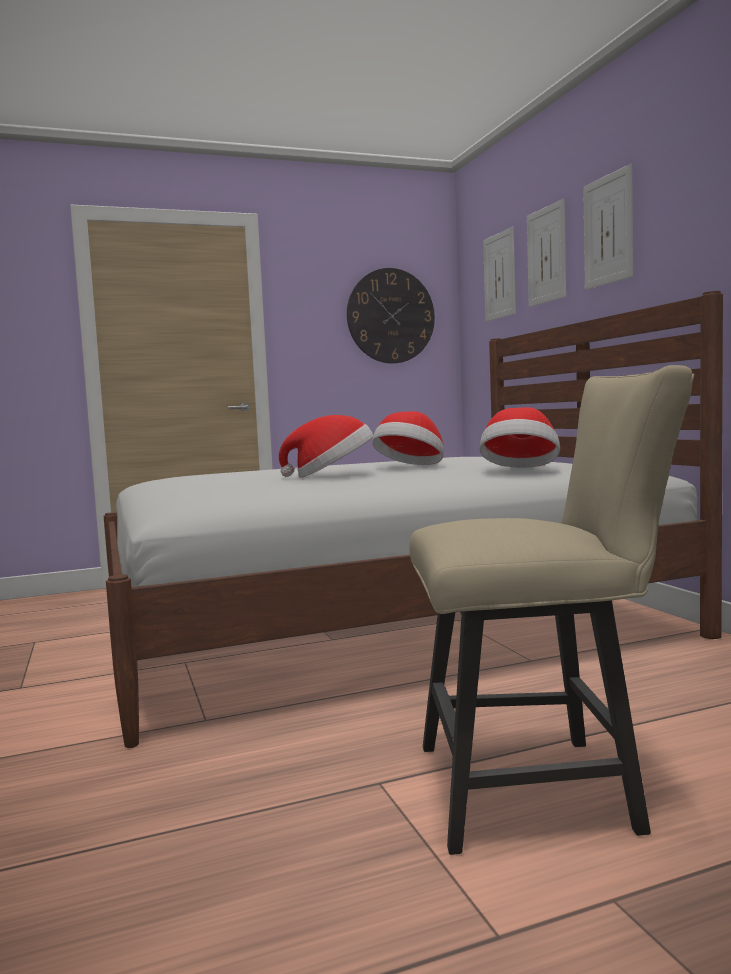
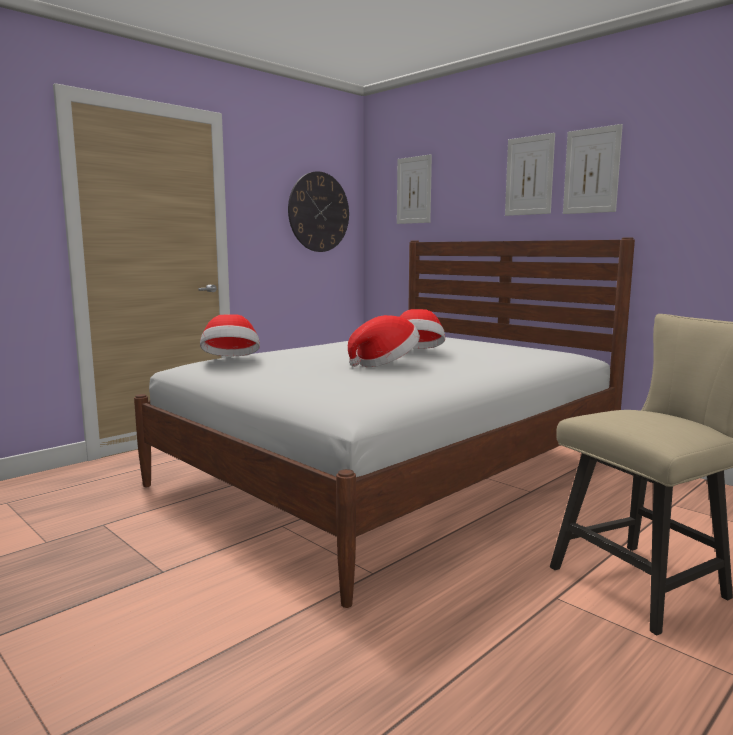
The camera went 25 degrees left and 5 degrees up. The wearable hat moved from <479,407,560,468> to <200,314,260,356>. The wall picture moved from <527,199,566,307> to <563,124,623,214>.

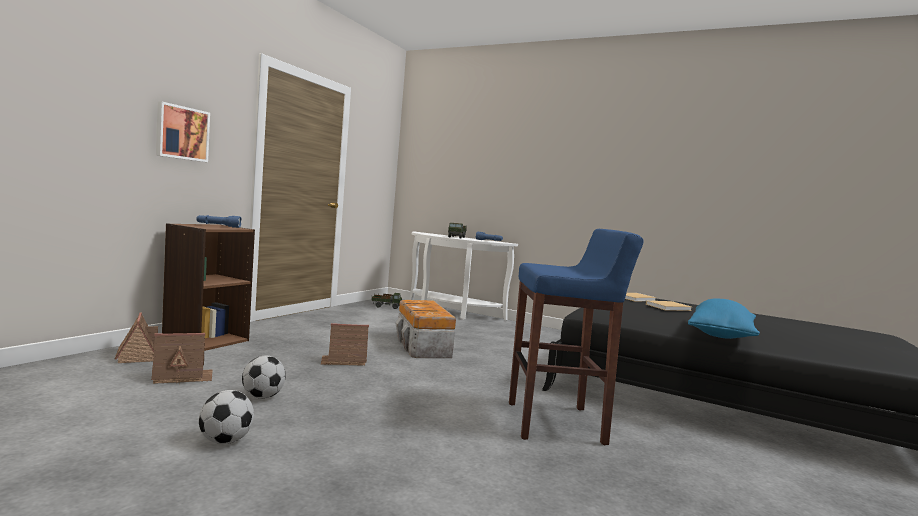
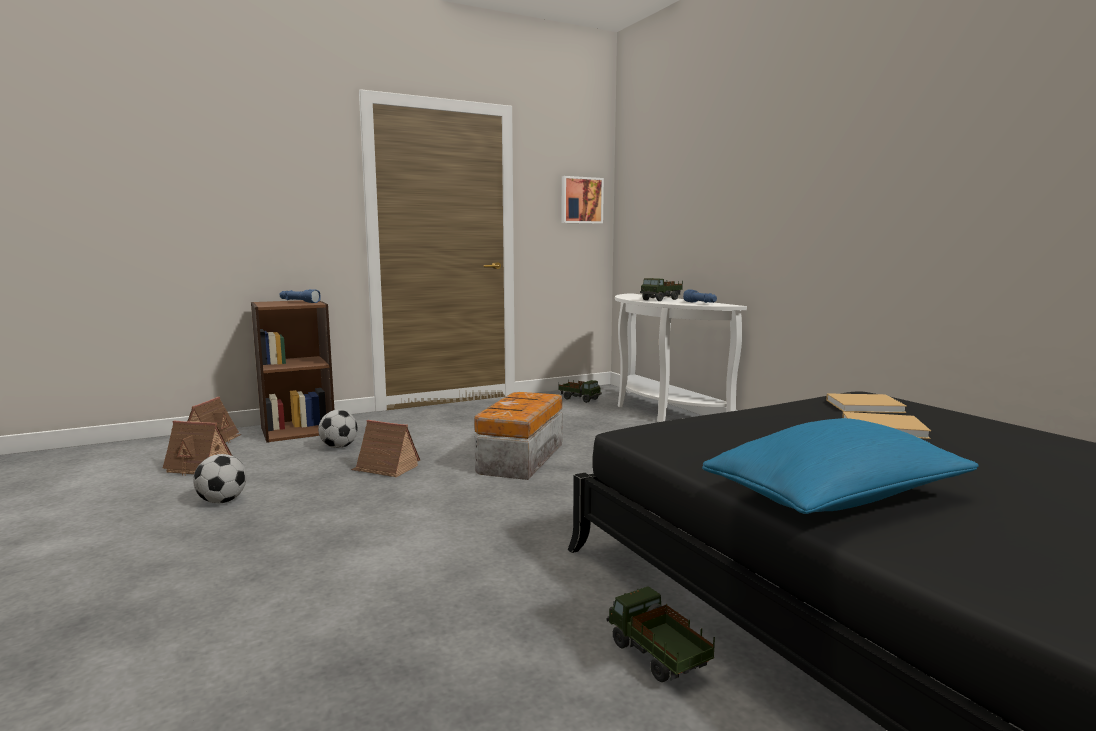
The camera went 35 degrees right and 5 degrees up. The ball for football moved from <199,390,254,444> to <318,410,357,448>. The wall picture moved from <156,101,210,162> to <562,176,604,224>. The toy truck at <607,586,715,682> appeared. The blue-coloured stool at <509,229,644,445> disappeared.

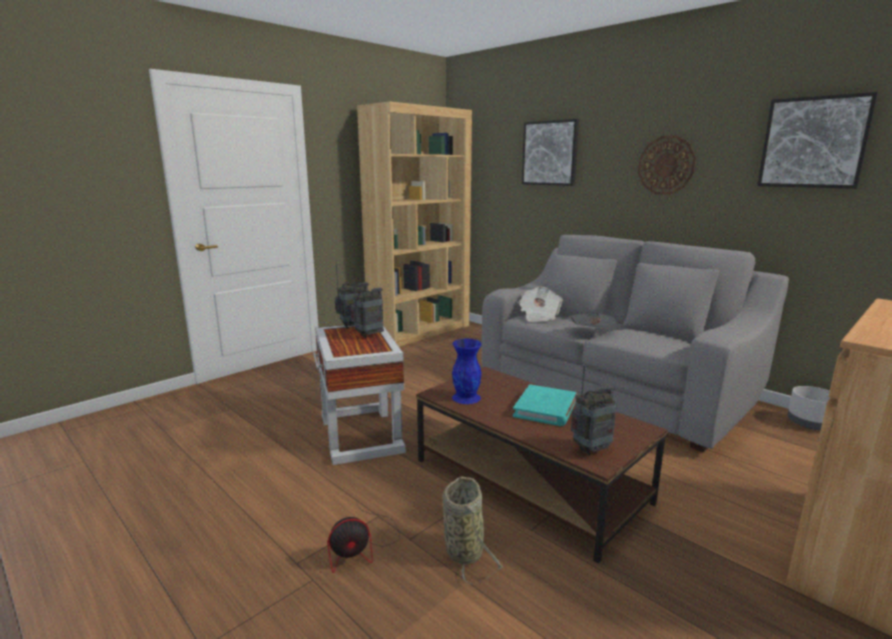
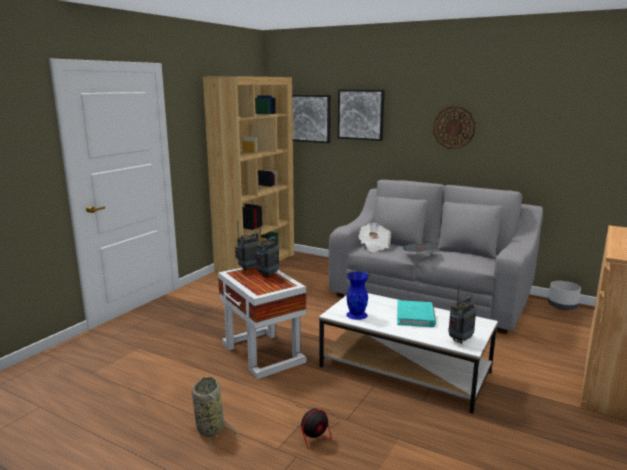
The camera went 15 degrees left and 0 degrees up. The storage basket moved from <442,477,503,585> to <192,376,238,448>. The wall picture moved from <757,92,878,189> to <292,95,331,143>. The brown coffee table at <416,367,667,563> became the white coffee table at <319,293,498,414>.

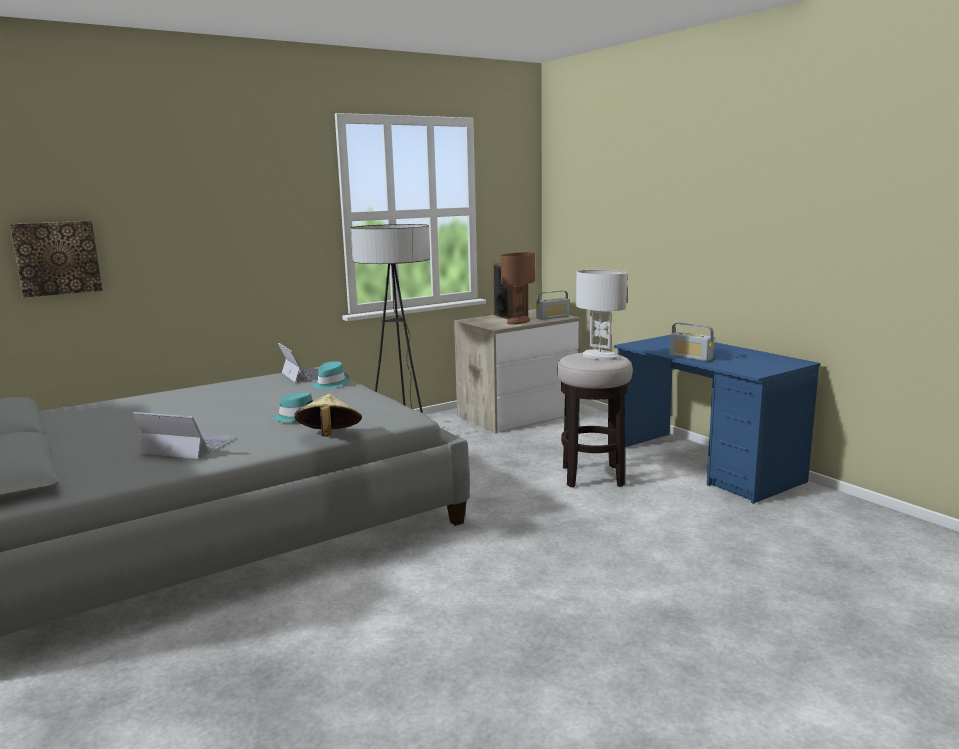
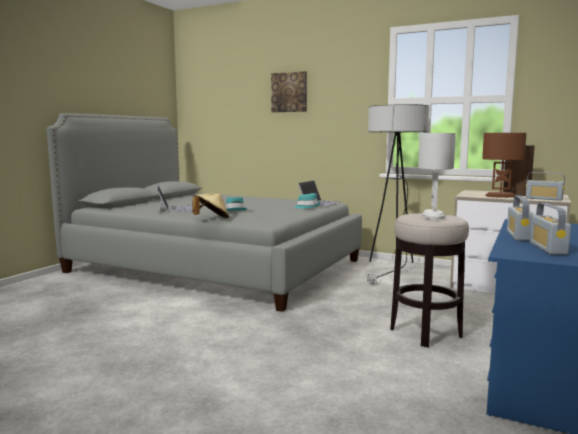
The camera went 60 degrees right and 5 degrees down. The wall picture moved from <10,221,102,298> to <271,71,307,112>. The radio set at <529,203,571,255> appeared.

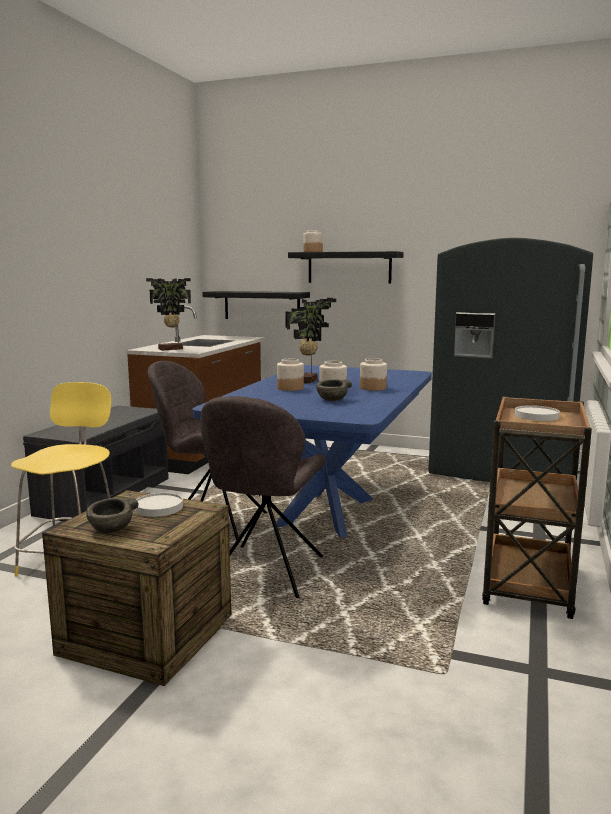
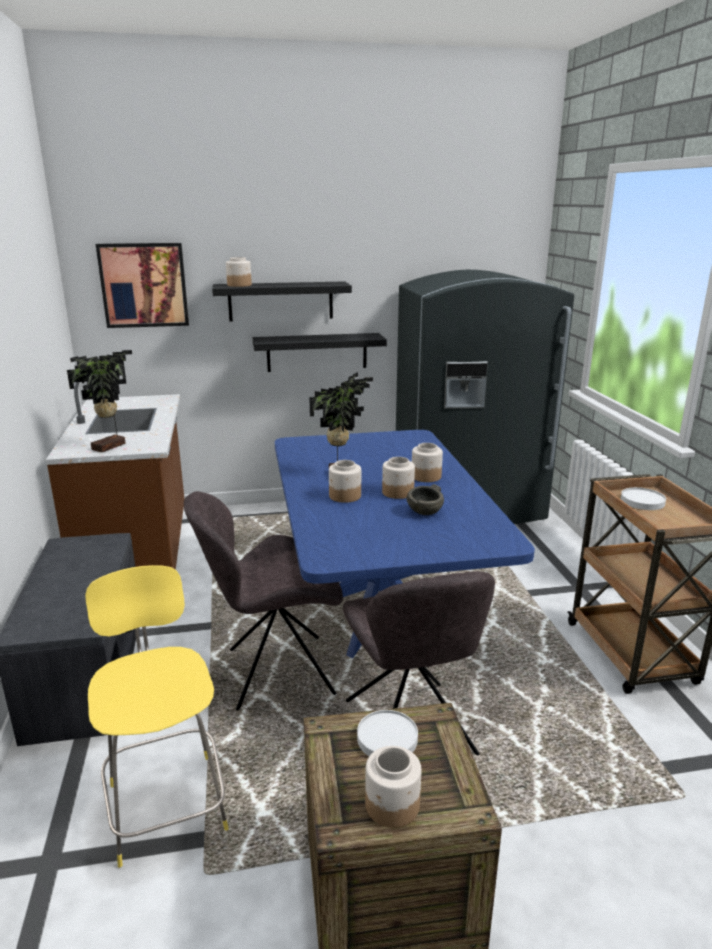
The camera went 30 degrees left and 10 degrees up. The wall picture at <96,243,189,328> appeared. The black-coloured wall shelf moved from <202,291,310,319> to <253,333,387,372>. The greyish bowl at <86,497,139,533> was replaced by the jar at <365,746,421,828>.

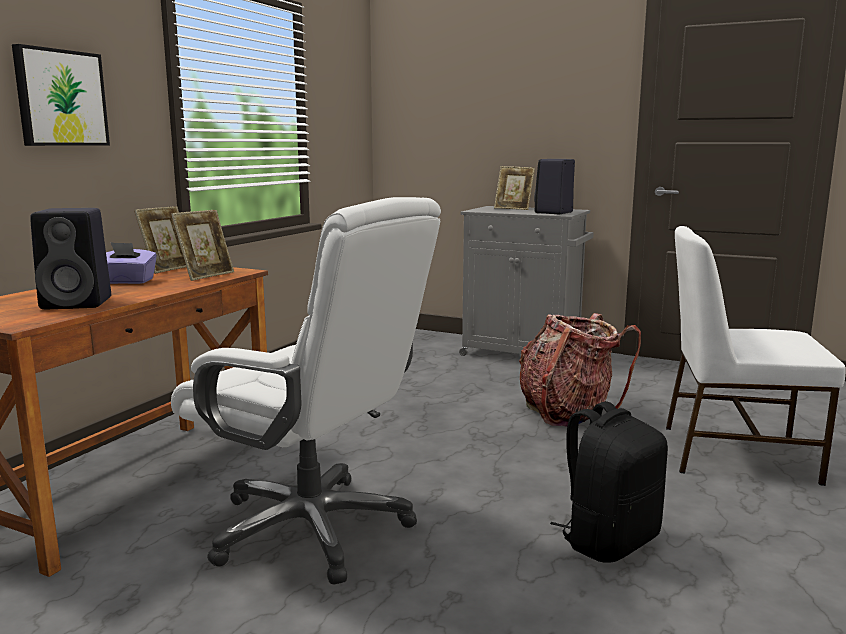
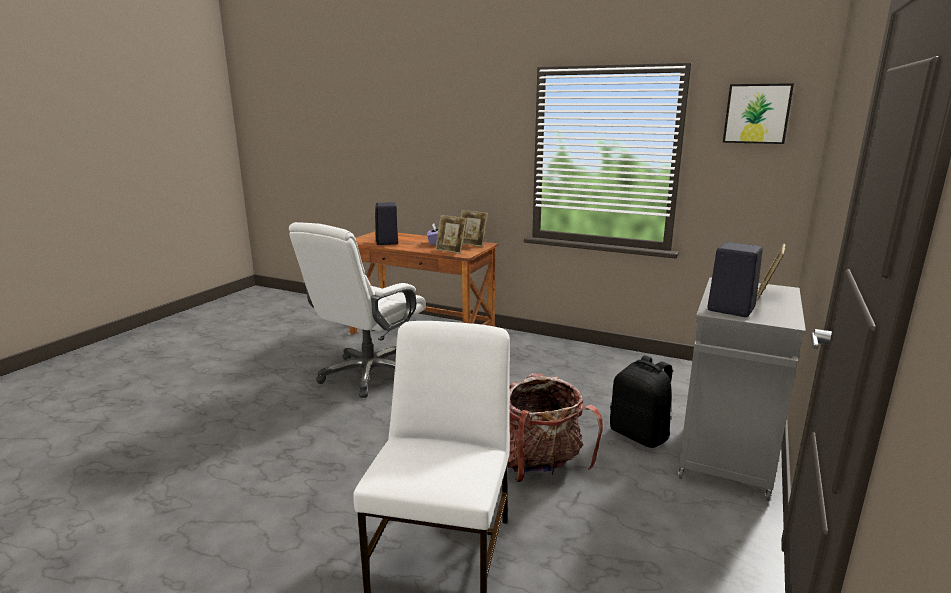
The camera went 90 degrees right and 5 degrees up. The black-coloured rucksack moved from <550,401,668,563> to <610,355,673,448>. The wall picture moved from <12,44,110,146> to <723,83,794,144>.

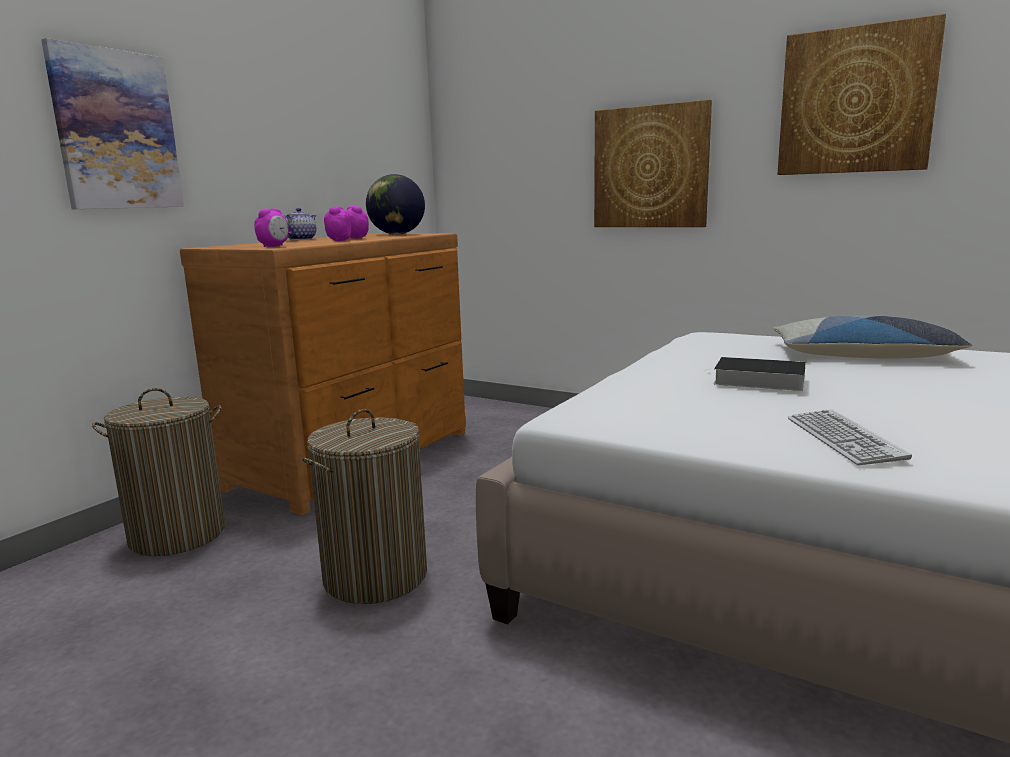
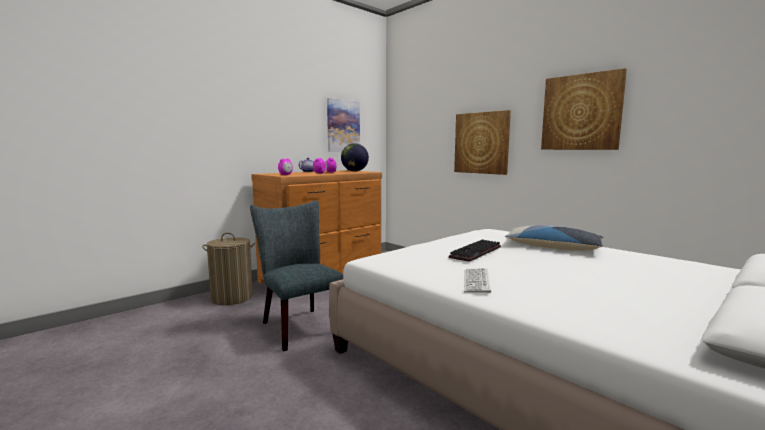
The camera went 15 degrees right and 5 degrees down. The laundry basket at <302,409,427,604> was replaced by the greyish upright chair at <250,200,343,351>. The wall picture moved from <41,38,184,209> to <327,98,360,152>. The volume at <704,357,806,391> was replaced by the PC keyboard at <449,239,501,262>.

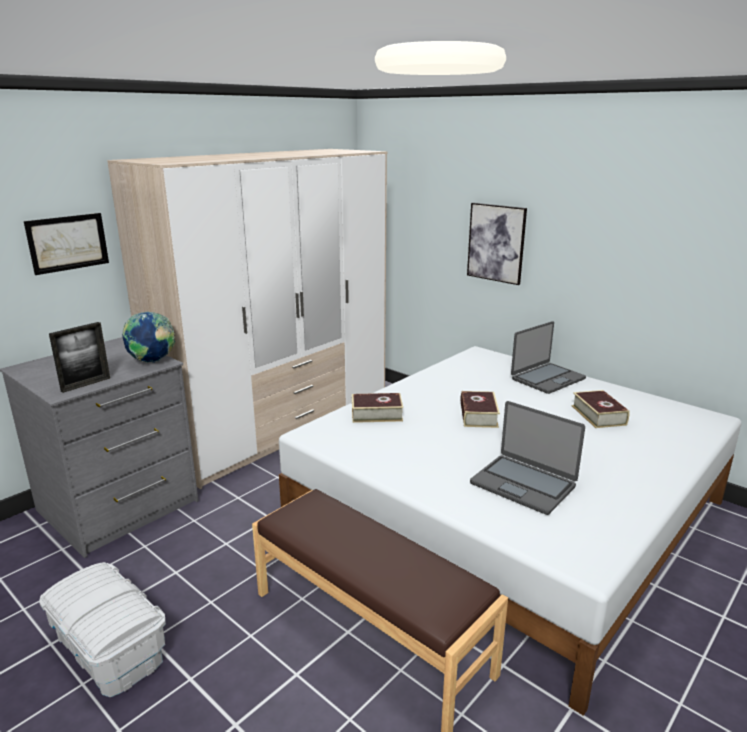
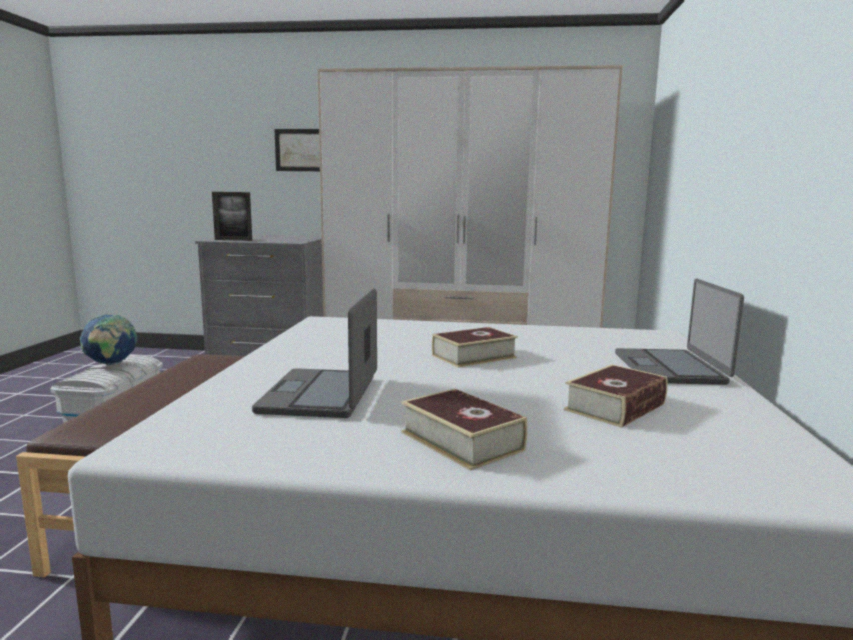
The camera went 55 degrees right and 10 degrees down. The world globe moved from <122,312,175,363> to <80,314,138,365>. The volume moved from <352,393,403,423> to <401,388,528,471>. The portable computer at <511,321,586,394> turned 75 degrees clockwise. The wall picture at <467,203,527,285> disappeared.

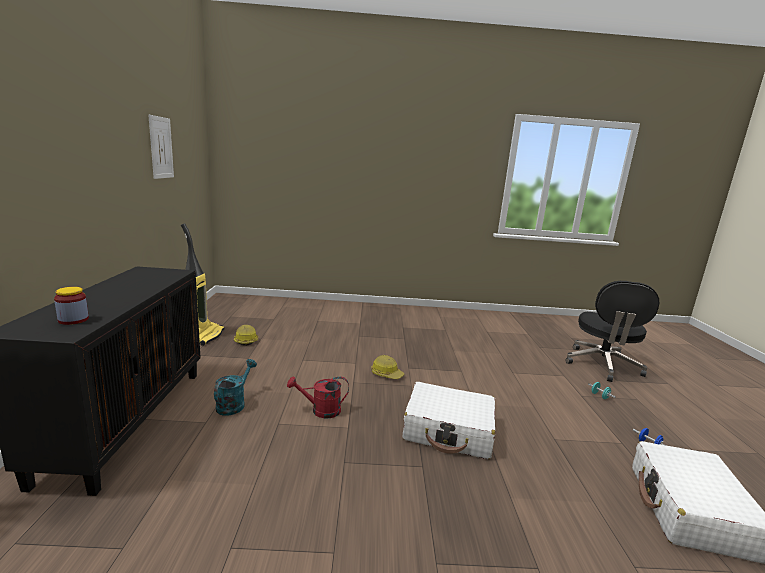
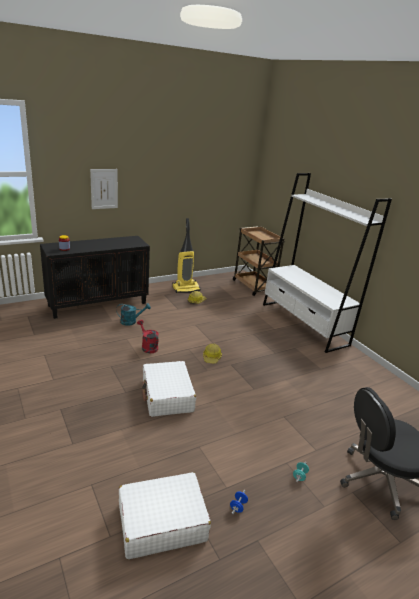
The camera went 60 degrees right and 10 degrees up. The wall picture moved from <148,115,174,179> to <90,169,118,209>. The brown cart at <232,226,285,296> appeared. The white shelving unit at <263,173,392,353> appeared.

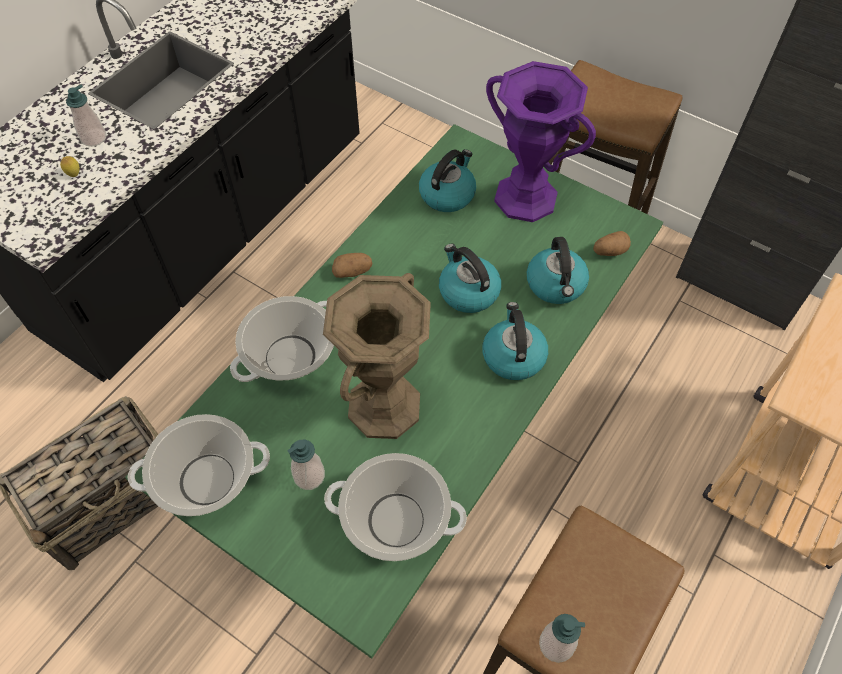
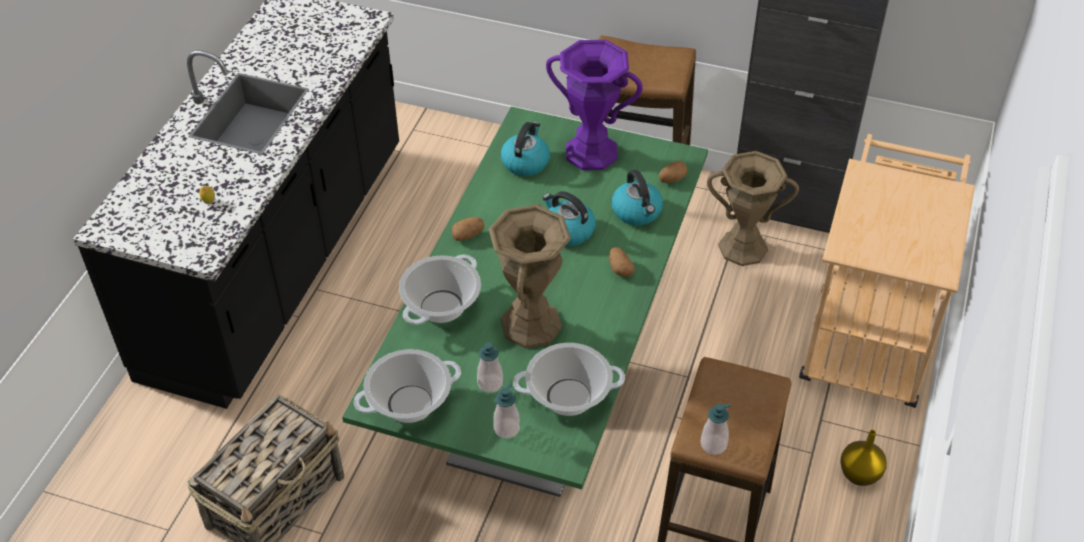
The camera went 15 degrees left and 10 degrees down. The soap dispenser moved from <66,85,106,147> to <493,383,520,438>. The kettle at <482,302,548,380> was replaced by the whole potato at <609,247,635,277>. The brown decorative vase at <707,151,799,266> appeared. The yellow-coloured decorative vase at <840,430,887,486> appeared.

